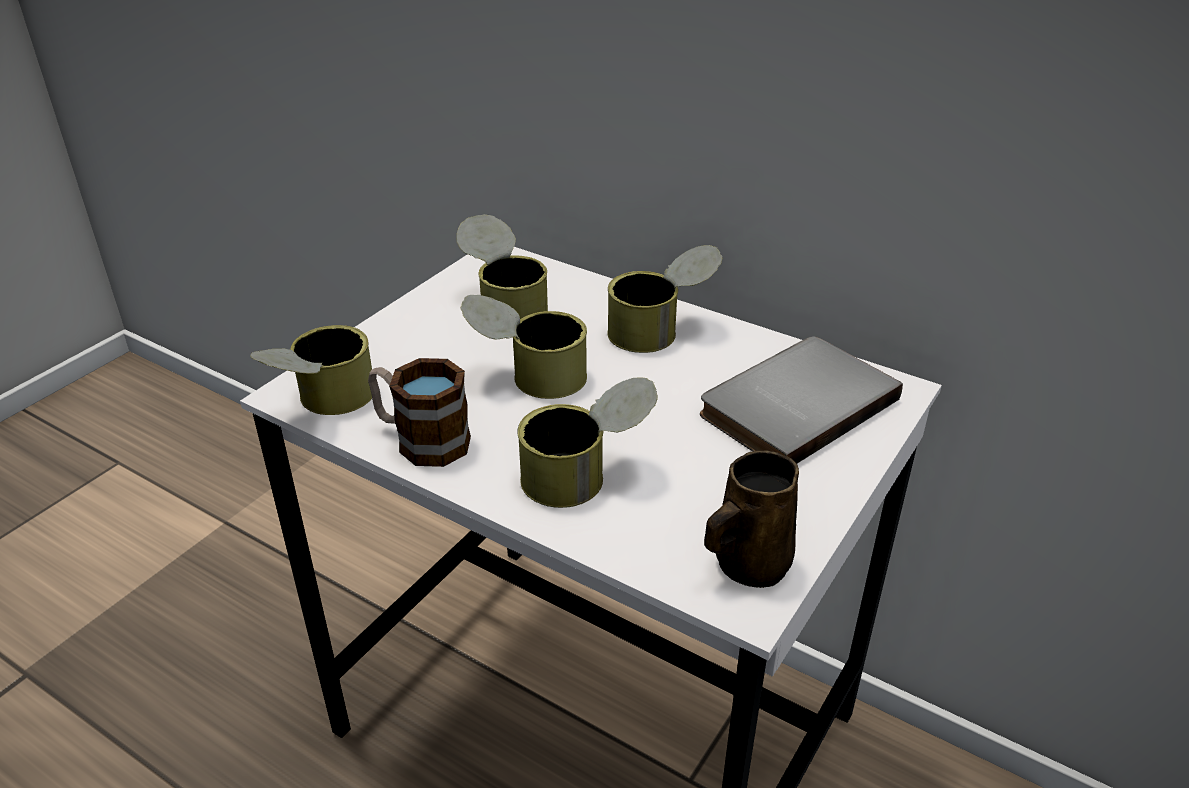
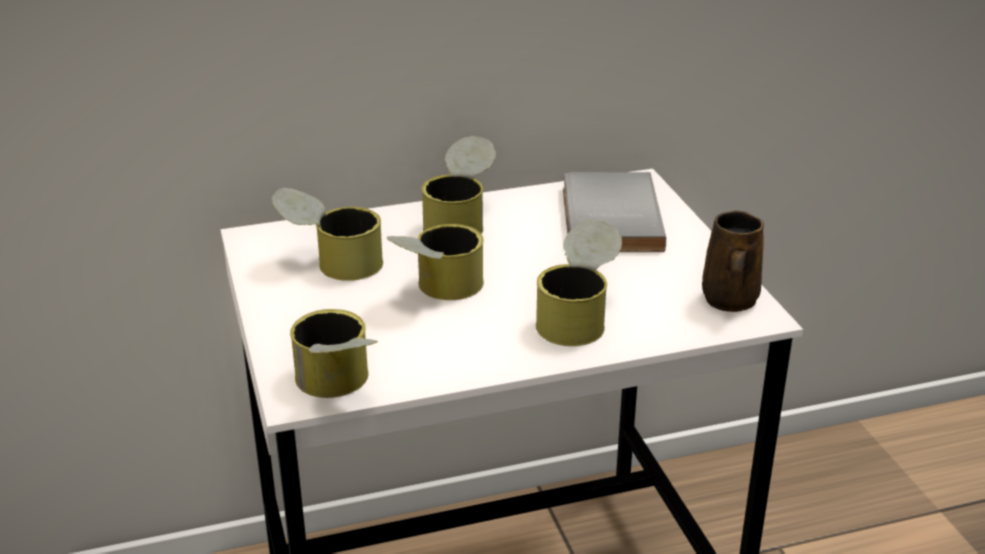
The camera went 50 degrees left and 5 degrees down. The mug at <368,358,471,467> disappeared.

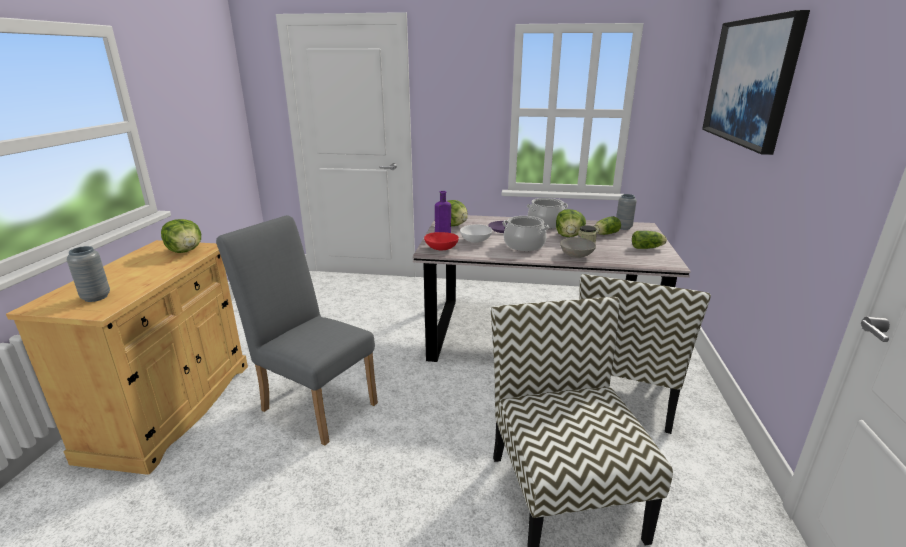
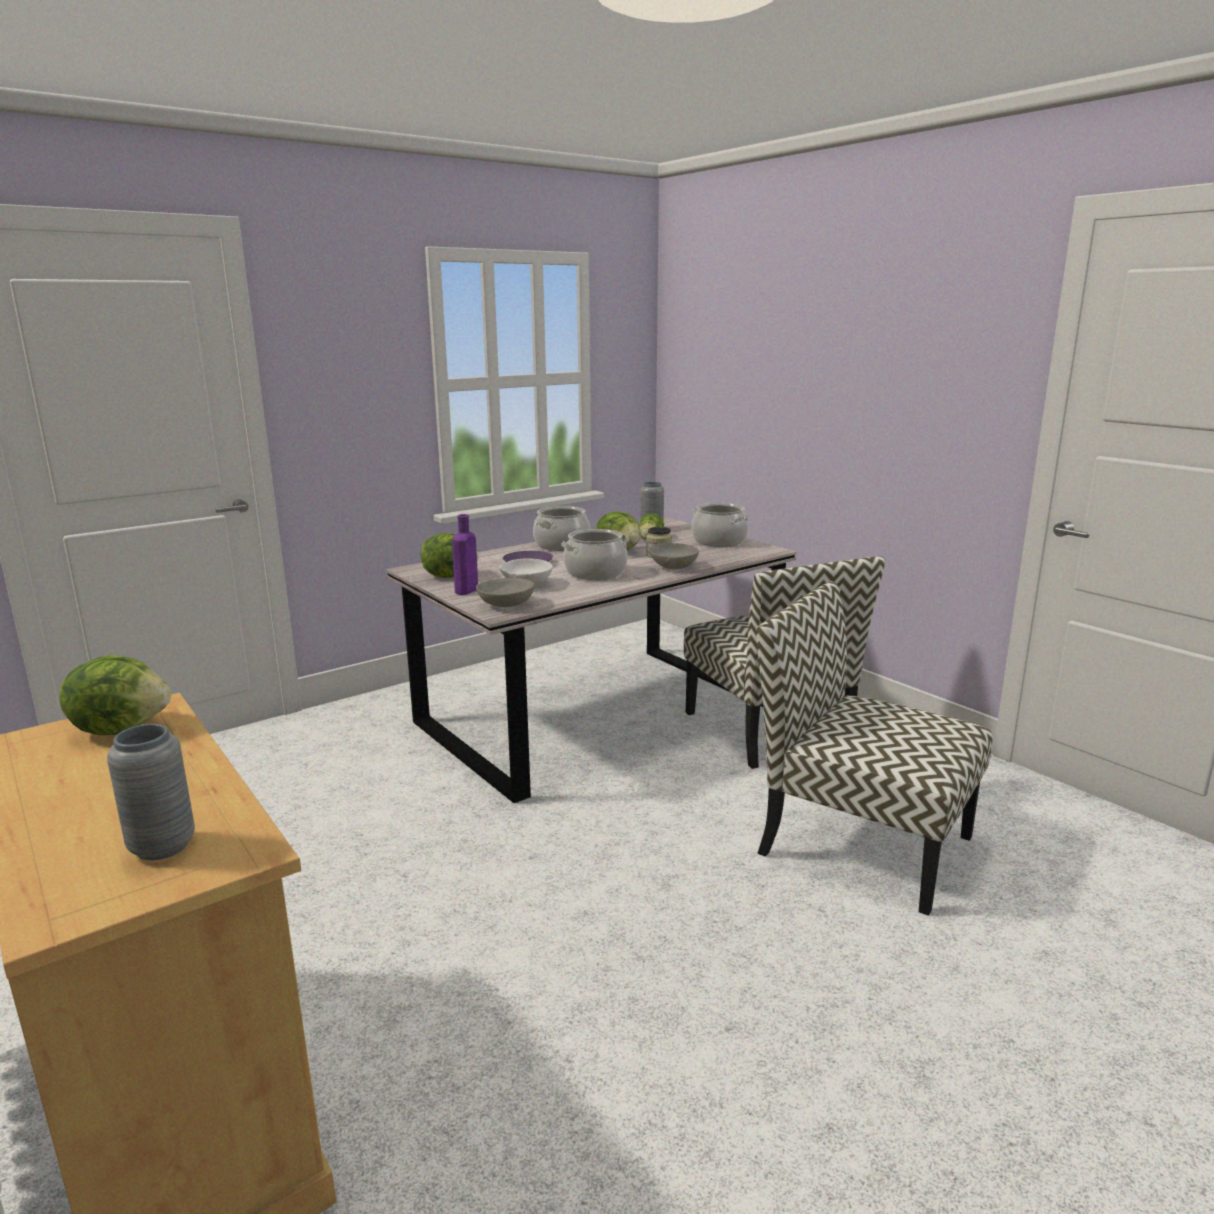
The camera went 45 degrees left and 5 degrees down. The red-coloured bowl at <424,232,459,250> became the greyish bowl at <476,578,535,607>. The lettuce head at <632,231,667,249> was replaced by the saucepot at <691,503,749,547>. The greyish upright chair at <216,215,378,446> disappeared. The wall picture at <702,10,810,155> disappeared.

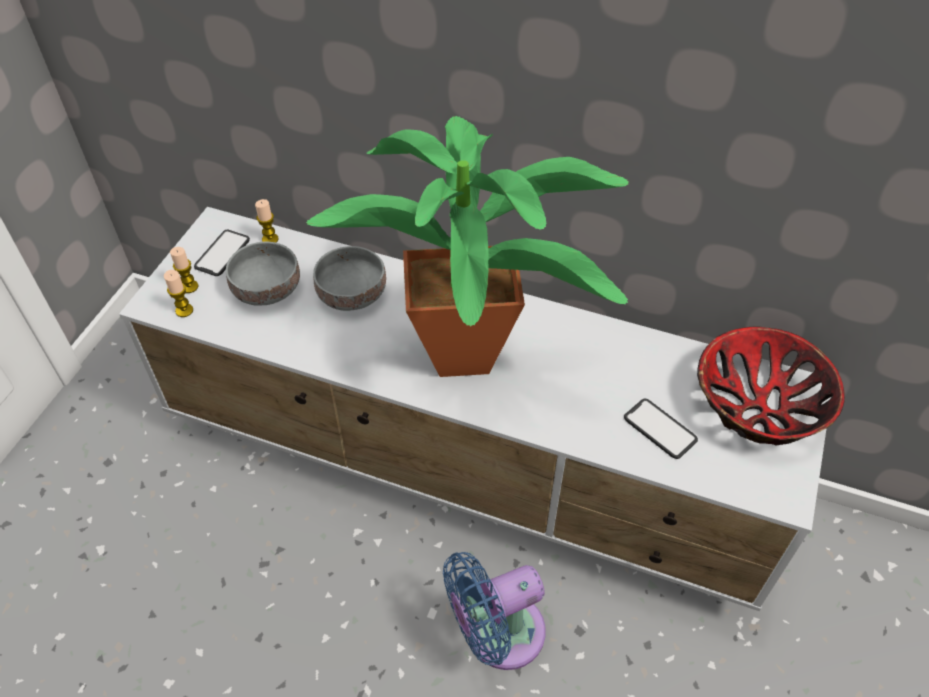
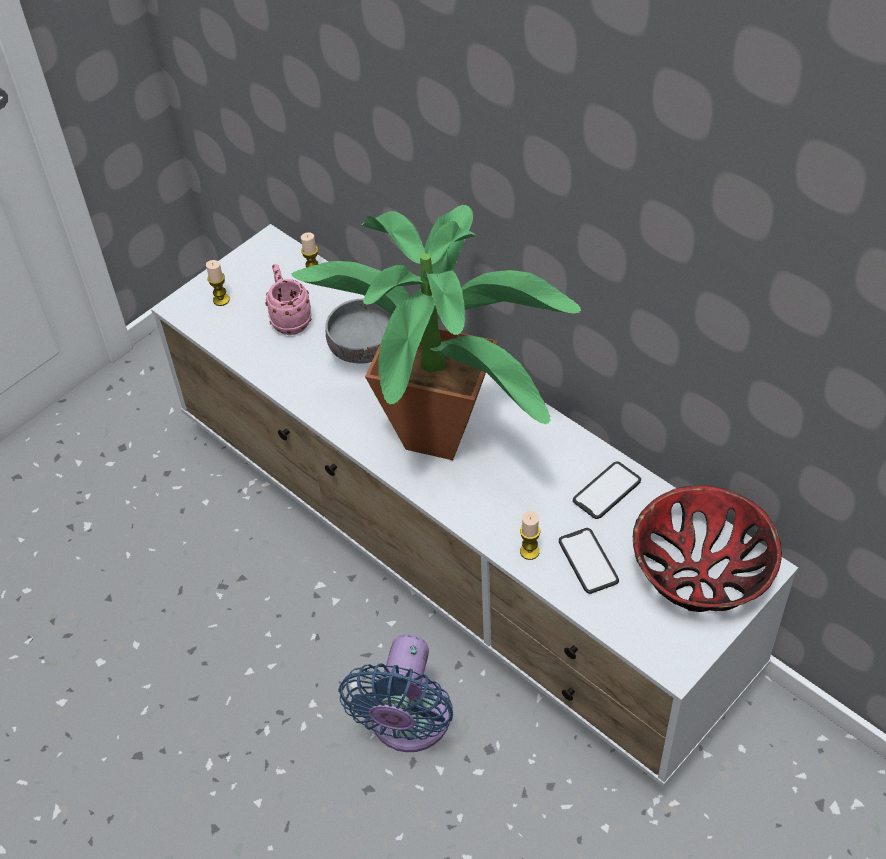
The camera went 25 degrees right and 0 degrees up. The greyish bowl at <226,242,300,305> was replaced by the pinkish mug at <266,264,312,335>. The blue-coloured electric fan at <443,552,546,670> turned 75 degrees counterclockwise. The candle moved from <164,270,193,317> to <520,511,540,560>. The handset moved from <194,230,250,276> to <573,461,641,519>.

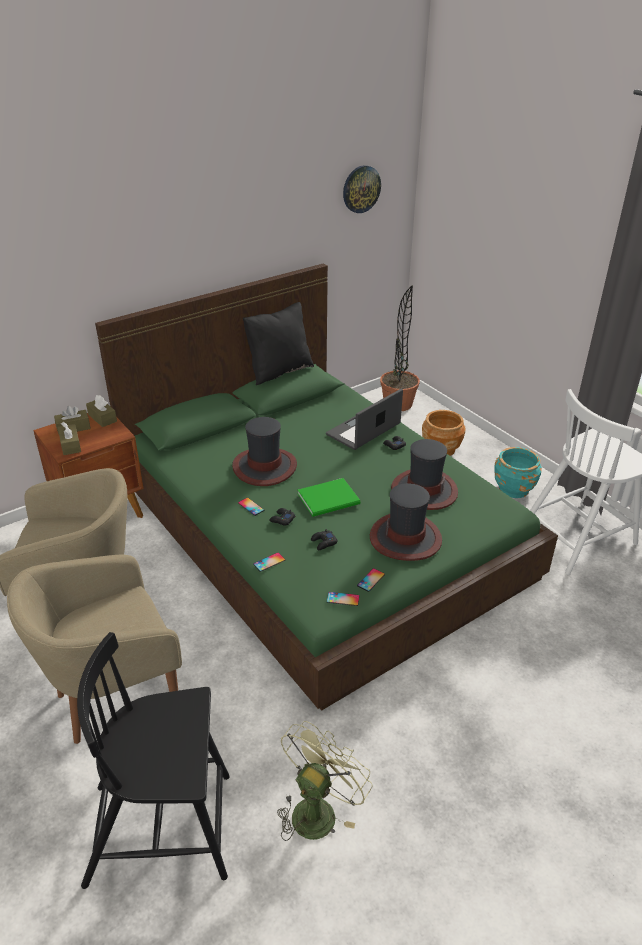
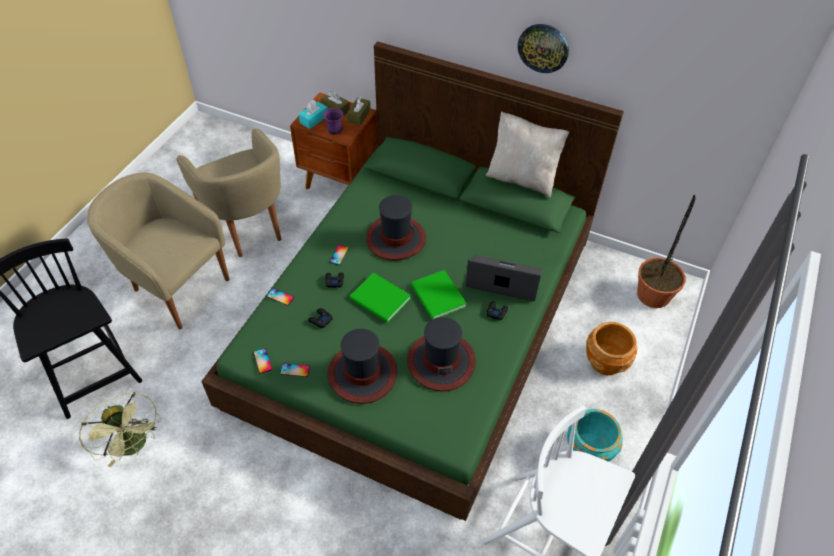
The camera went 60 degrees right and 15 degrees up. The greenish electric fan at <277,721,373,841> turned 45 degrees clockwise. The brown tissue box at <58,422,81,455> became the turquoise-coloured tissue box at <299,100,328,129>. The purple-coloured mug at <323,108,343,135> appeared. The greenish volume at <411,270,467,319> appeared. The black-coloured pillow at <243,302,314,385> became the beige pillow at <486,111,569,198>. The wall clock moved from <343,165,381,213> to <518,24,569,73>.

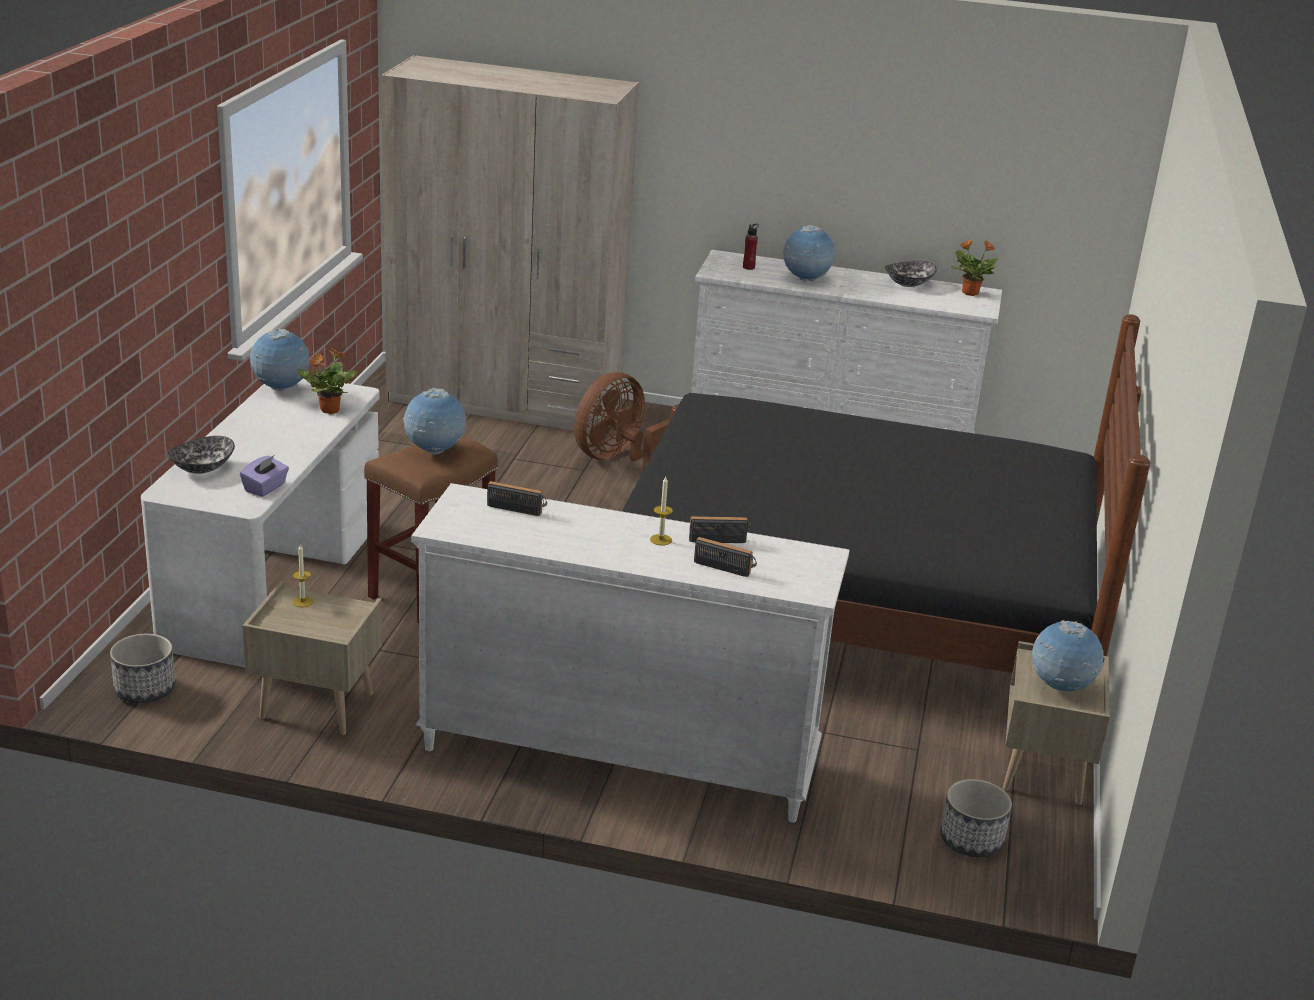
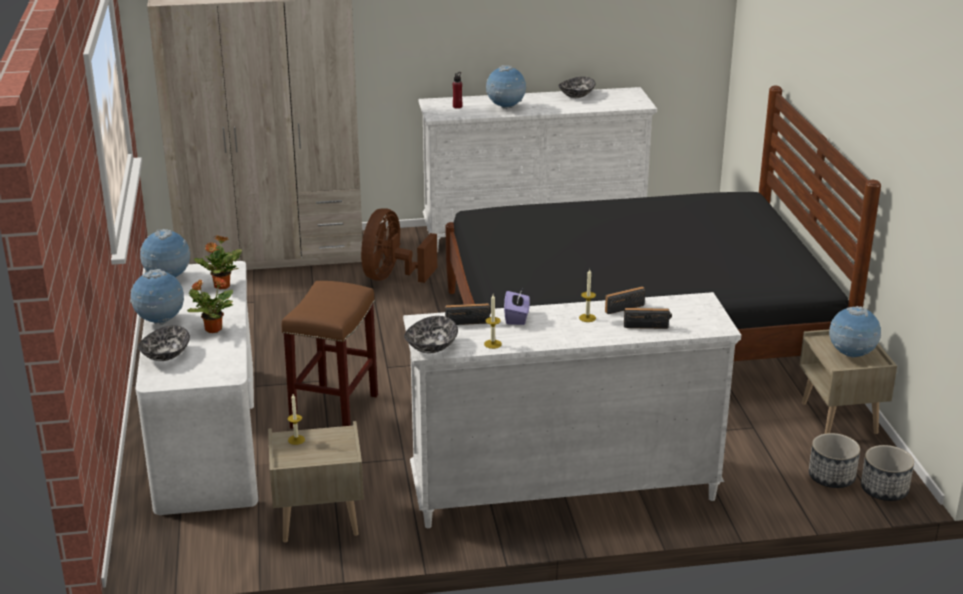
The camera went 20 degrees left and 0 degrees up. The world globe moved from <403,388,466,455> to <130,269,184,325>. The plant in a pot moved from <951,240,999,296> to <187,277,233,333>. The bowl at <404,316,458,353> appeared. The candle at <484,294,502,349> appeared. The purple-coloured tissue box moved from <240,455,289,497> to <504,291,530,325>. The flower pot moved from <110,634,175,703> to <861,445,914,501>.

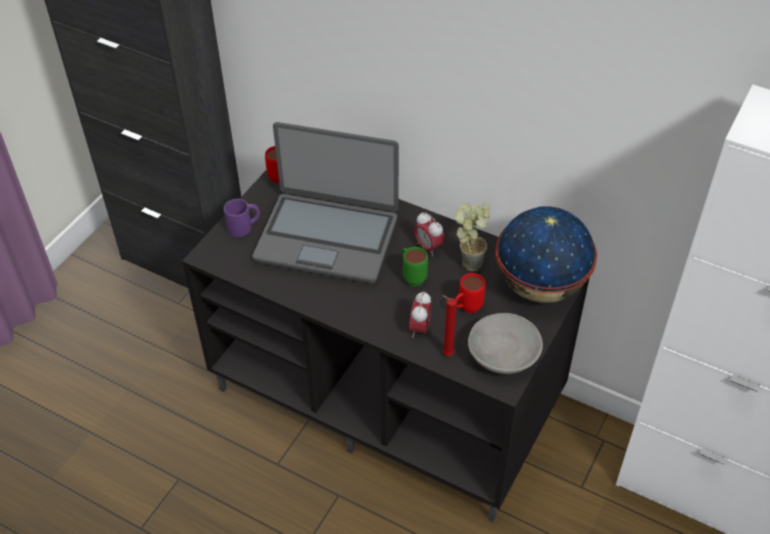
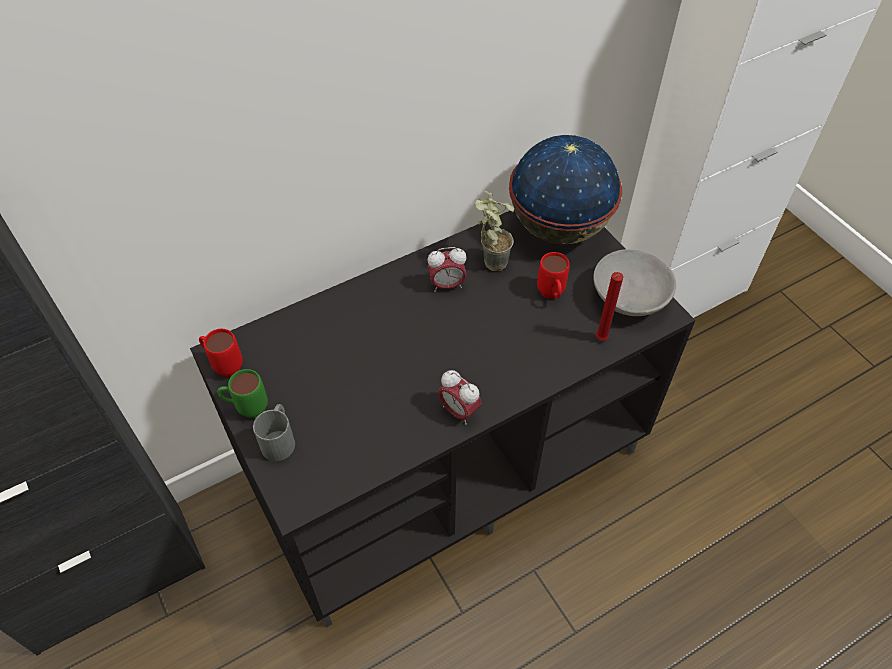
The camera went 60 degrees left and 5 degrees up. The greenish mug moved from <402,247,428,286> to <217,369,268,418>. The purple-coloured mug at <224,199,260,237> became the greyish mug at <253,404,295,461>. The table clock moved from <409,291,431,338> to <438,370,482,425>. The portable computer at <252,122,399,284> disappeared.

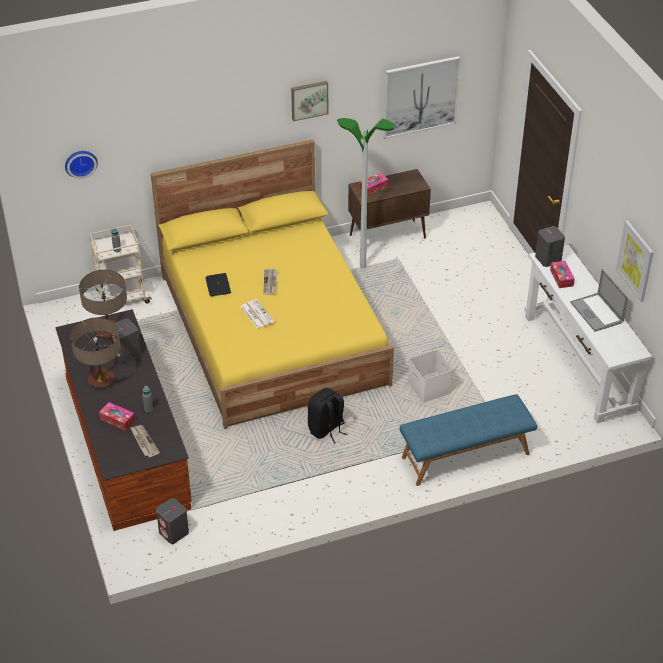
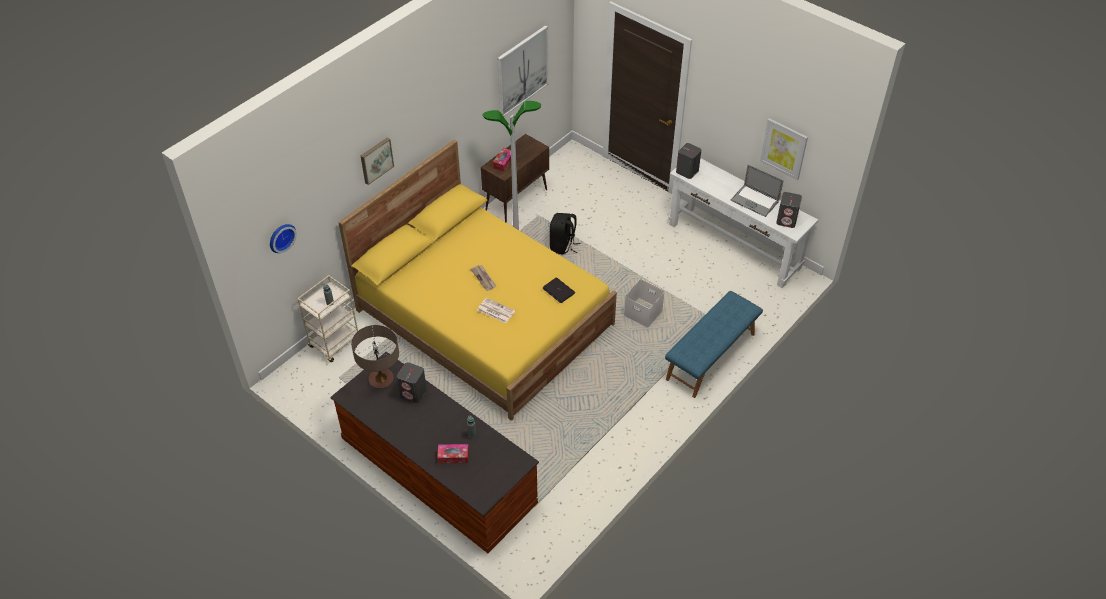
The camera went 30 degrees left and 5 degrees up. The wall picture moved from <291,81,328,121> to <361,137,394,185>. The portable computer moved from <205,273,231,296> to <542,278,575,303>. The black-coloured rucksack moved from <308,388,347,444> to <549,213,581,255>. The greyish speaker moved from <156,498,189,544> to <776,192,802,228>. The table lamp at <71,317,120,388> disappeared. The printed paper at <130,425,160,457> disappeared. The tissue box at <550,261,575,288> disappeared.

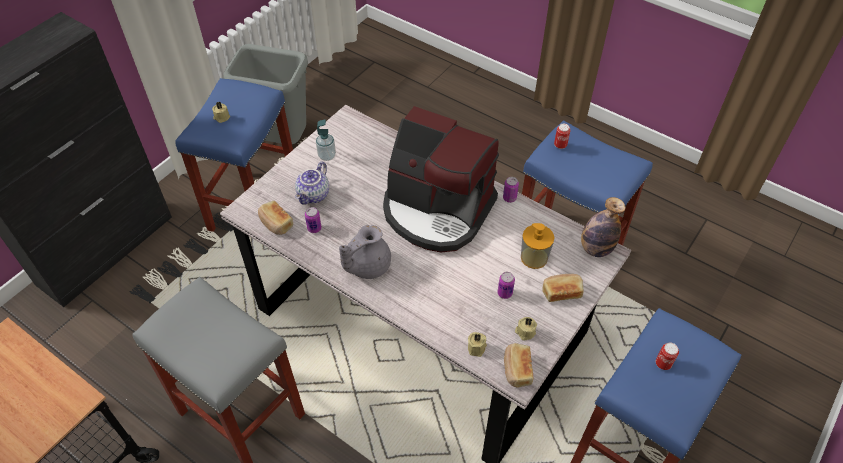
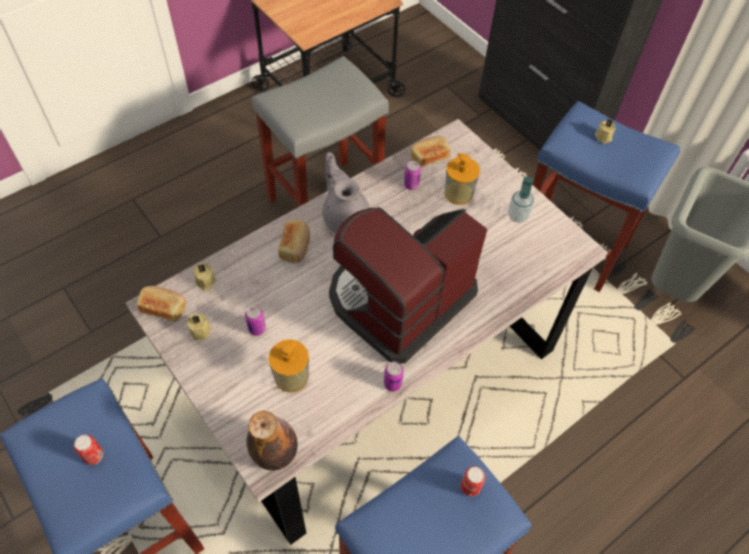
The camera went 105 degrees right and 5 degrees up. The baked bread moved from <543,274,584,302> to <278,220,310,263>. The tea pot at <295,162,329,205> was replaced by the soap dispenser at <444,153,480,205>.

